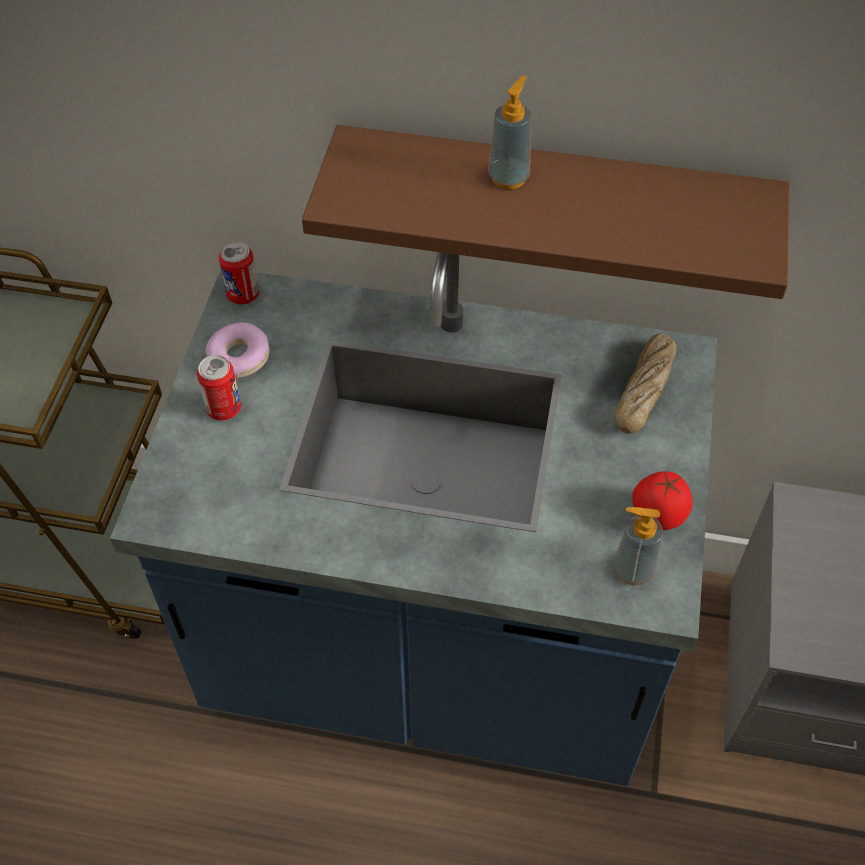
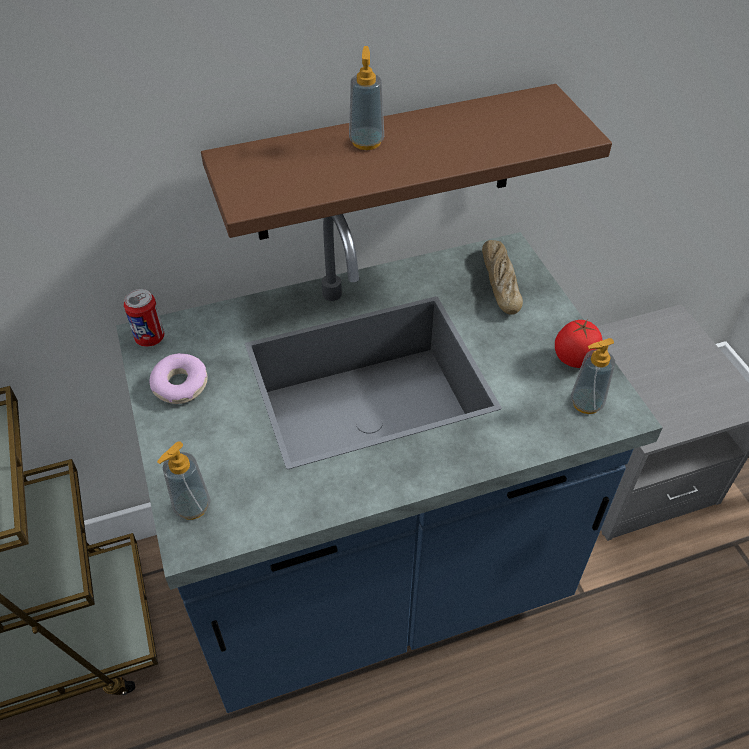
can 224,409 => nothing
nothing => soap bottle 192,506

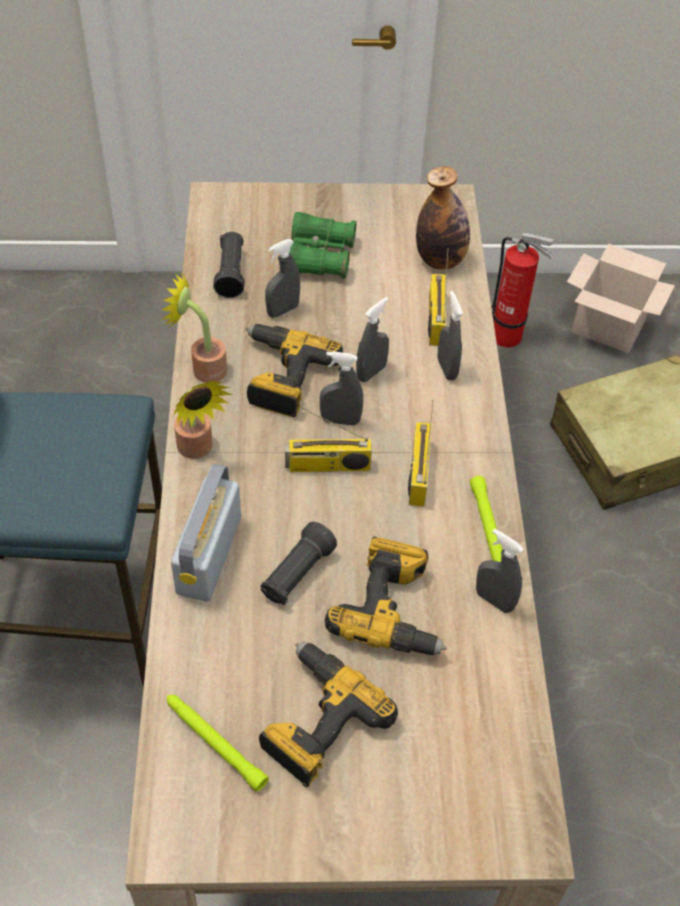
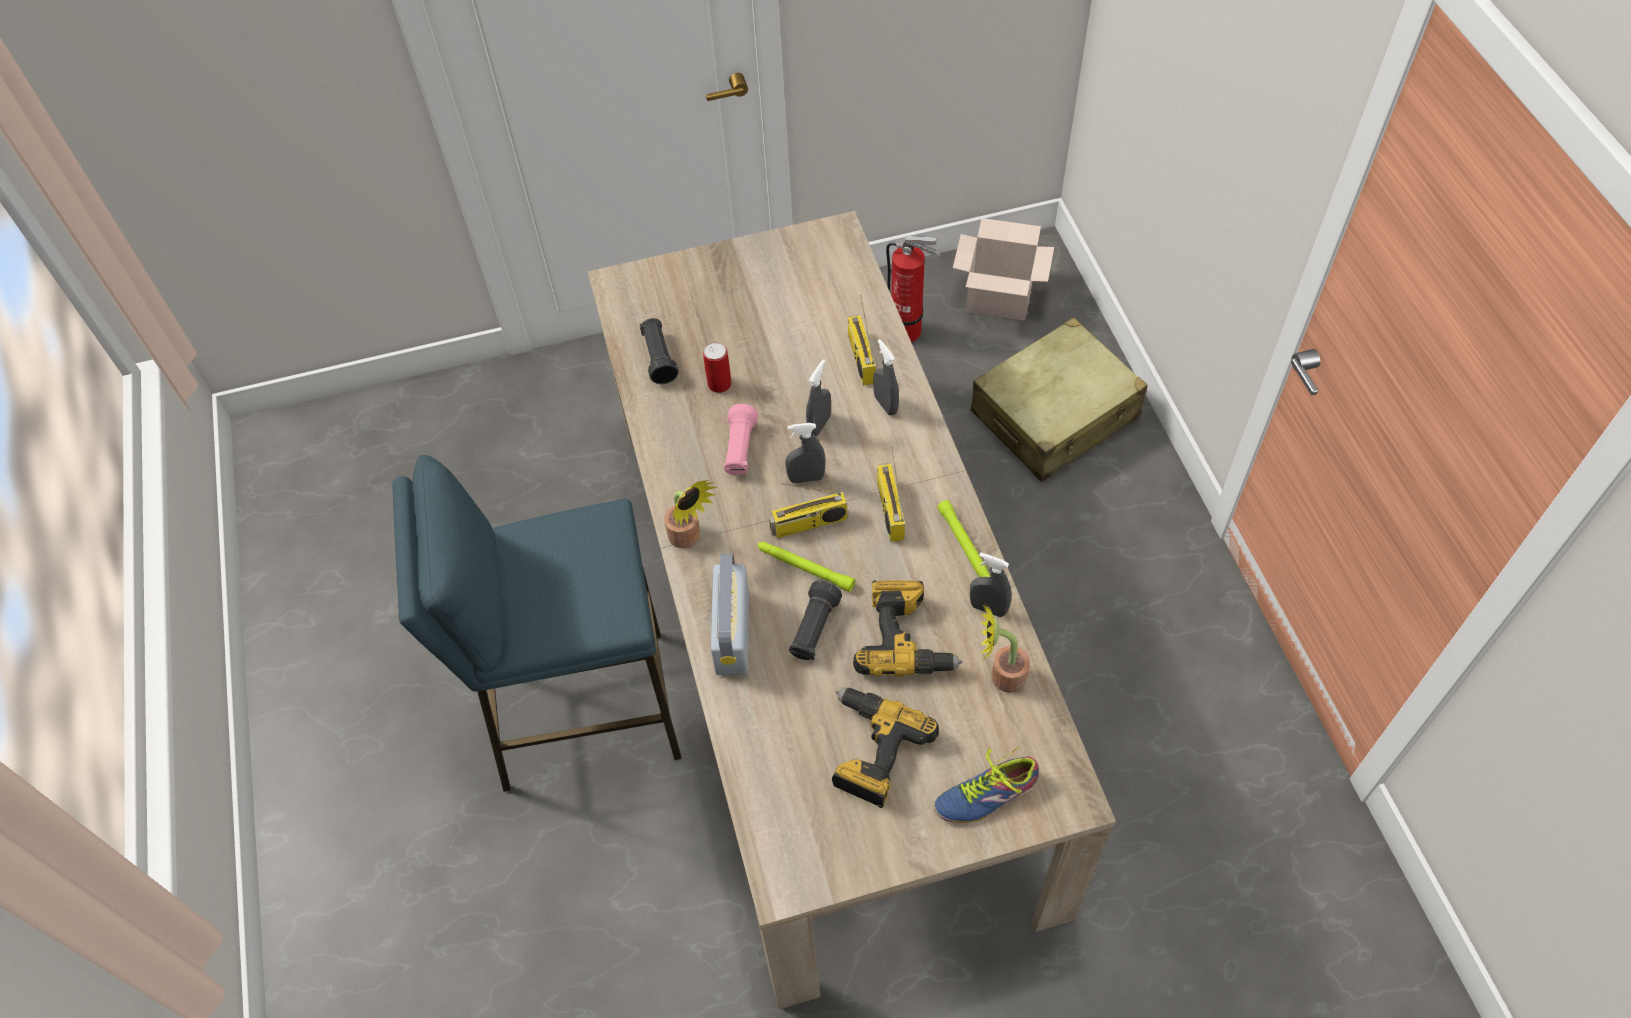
green field glasses 319,257 => nothing
bottle 440,260 => nothing
nothing => shoe 984,792
houseplant 203,368 => houseplant 1001,676, moved
green torch 214,743 => green torch 804,568, moved
power drill 281,377 => pink torch 740,450
grey spray bottle 283,310 => can 719,384

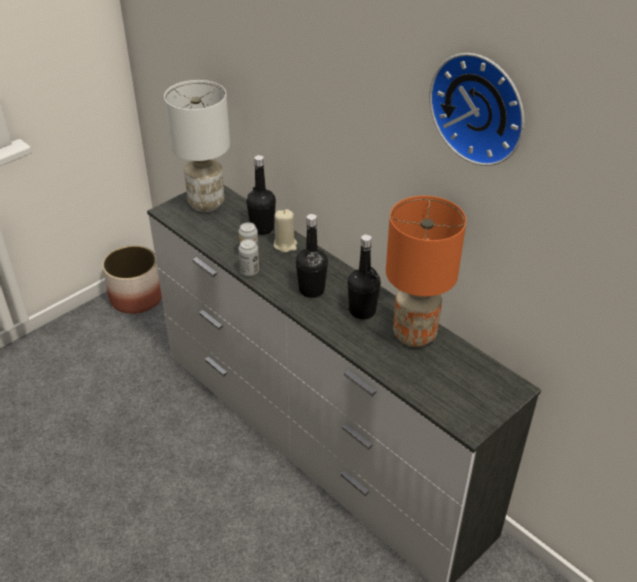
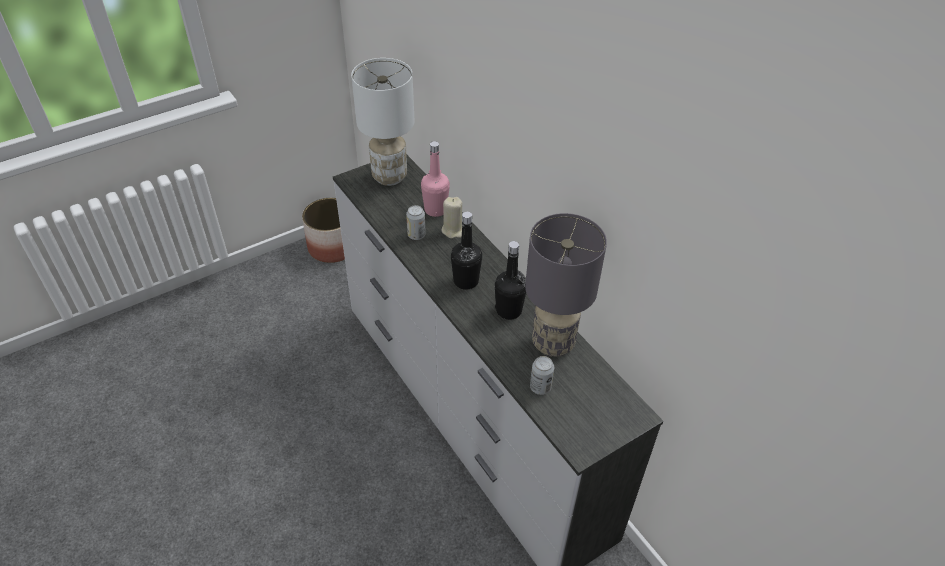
clock on the wall 481,107 => nothing
can 249,271 => can 540,387, moved
black bottle 262,228 => pink bottle 435,209
orangey tabletop lamp 413,335 => grey tabletop lamp 552,343

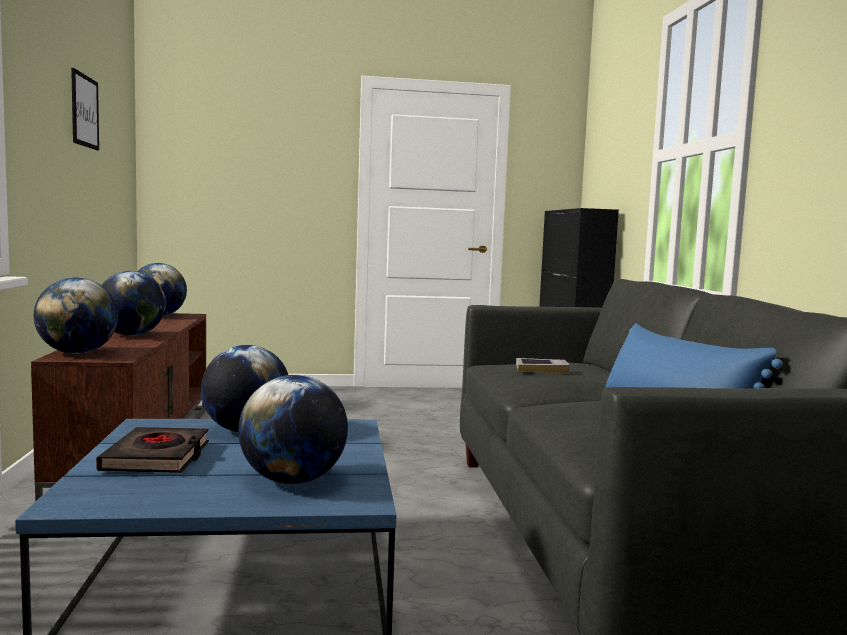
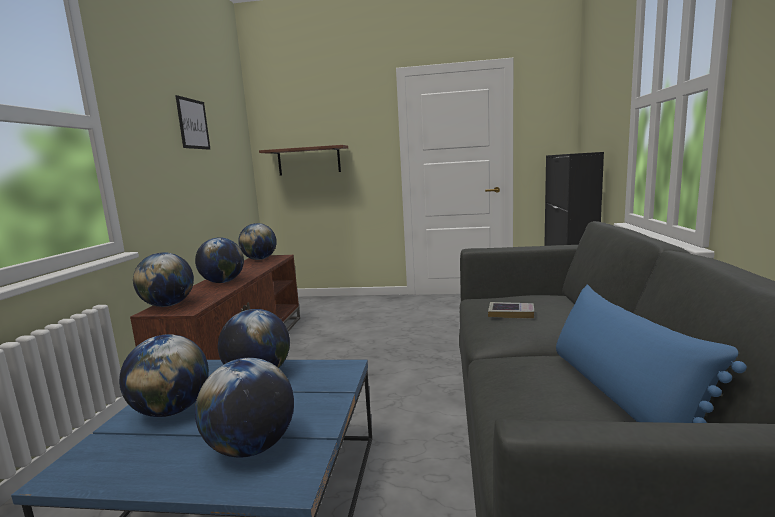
nothing => brownish wall shelf 309,161
black volume 157,458 => world globe 172,410

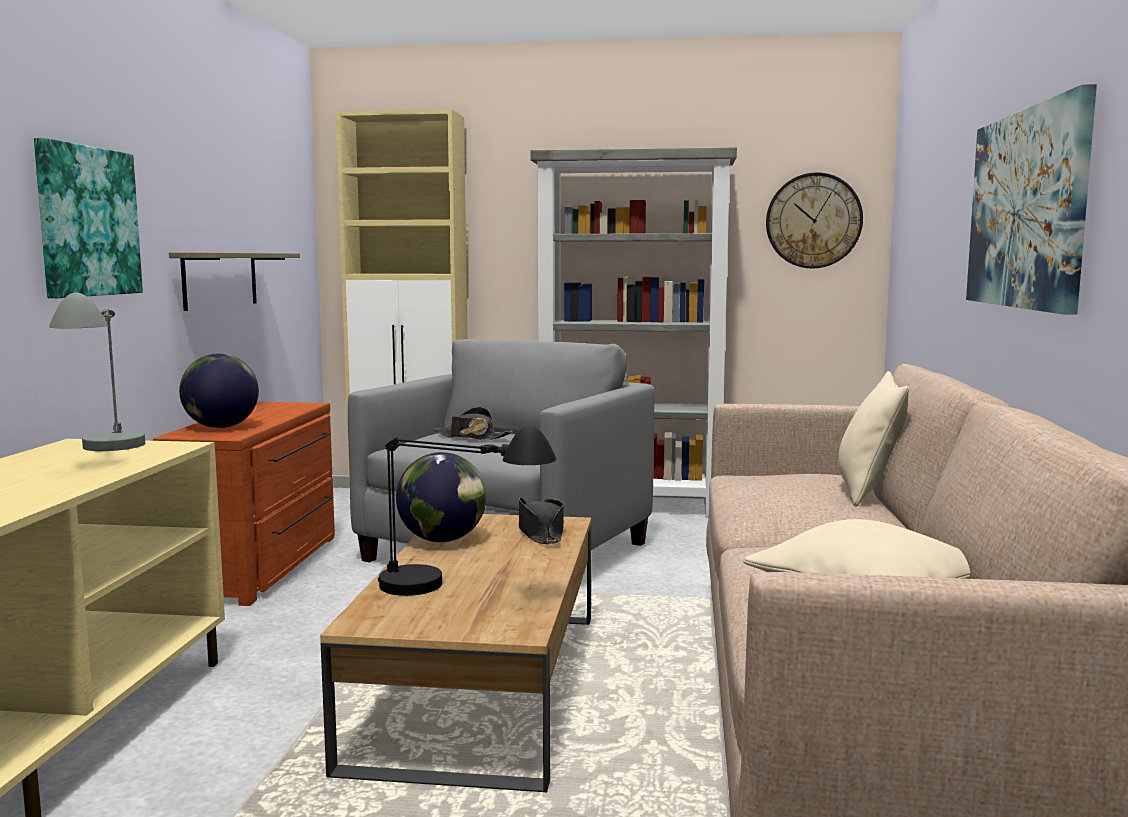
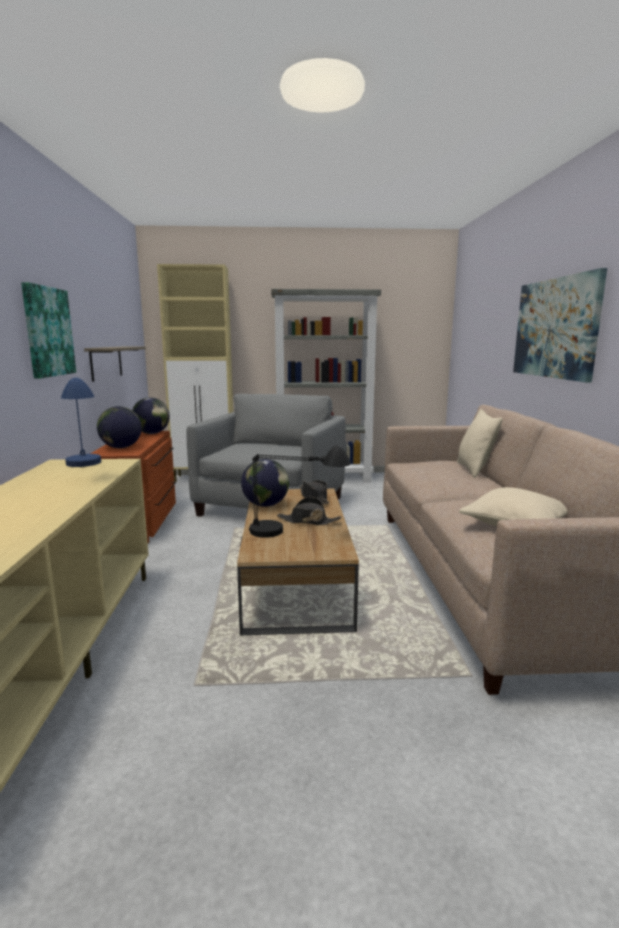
clock on the wall 813,221 => nothing
nothing => world globe 152,433
black wearable hat 472,437 => black wearable hat 308,521, moved
grey tabletop lamp 105,455 => blue-coloured tabletop lamp 85,469

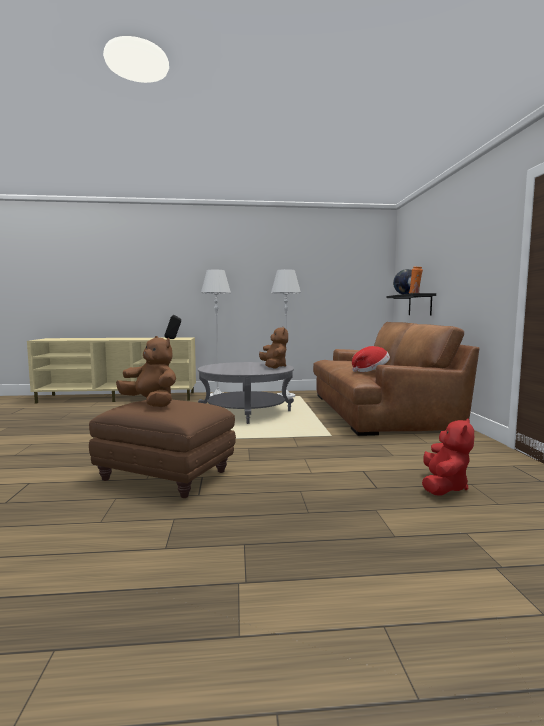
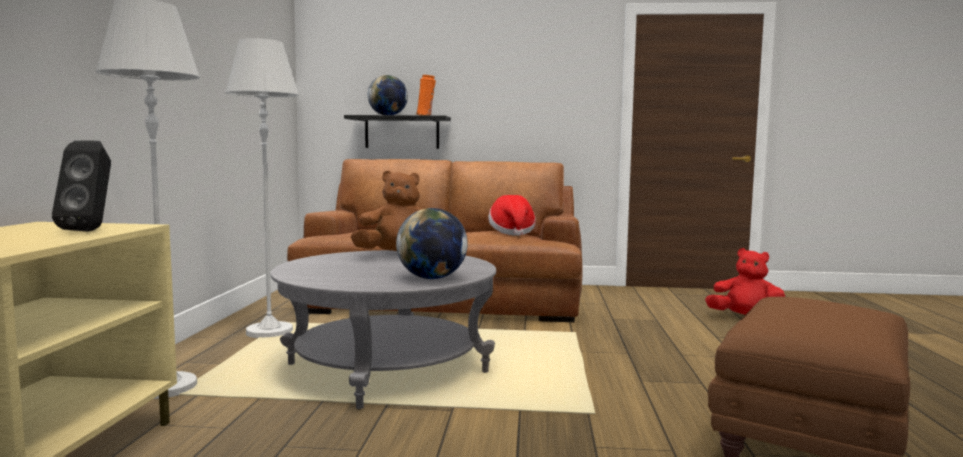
brownish cuddly toy 151,404 => nothing
nothing => world globe 432,278

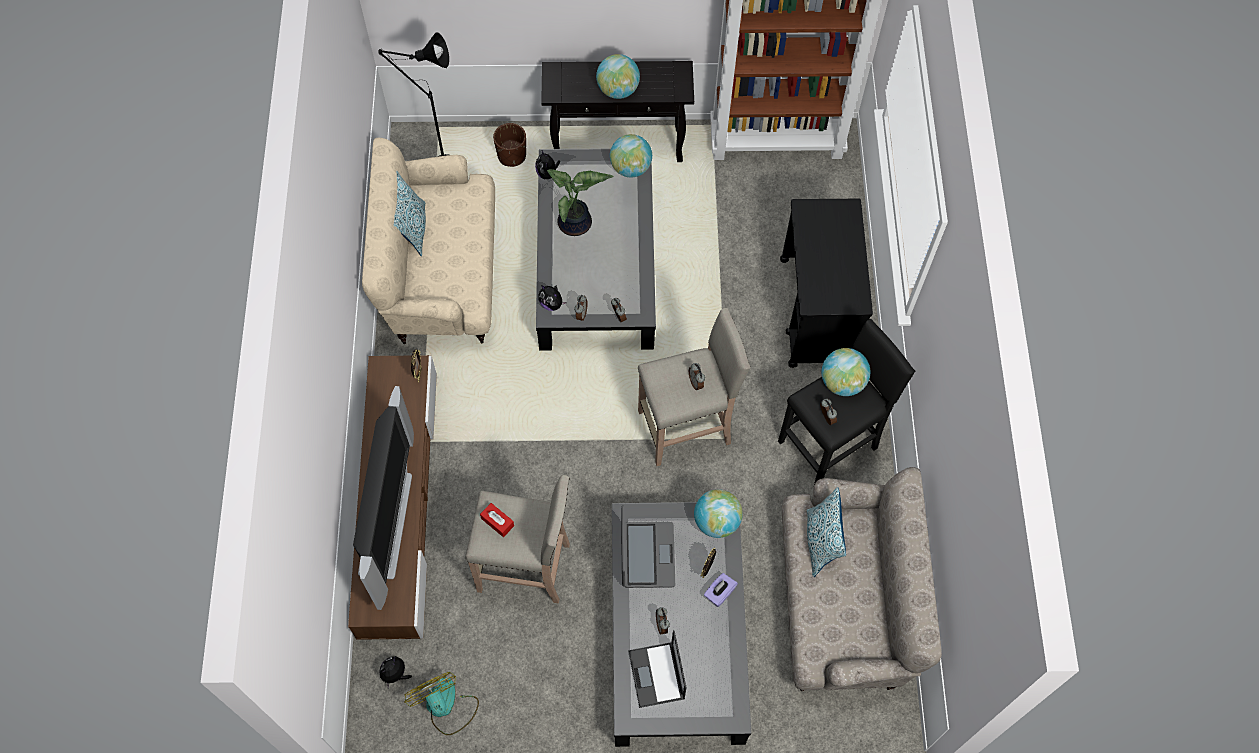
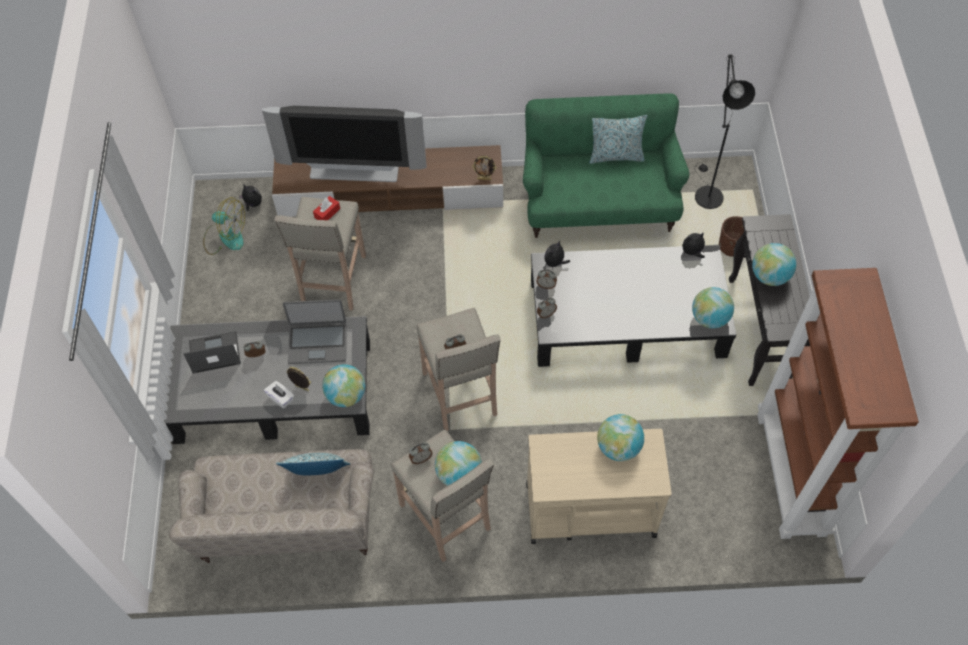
houseplant 576,225 => nothing
nothing => world globe 618,447
beige-coloured sofa 442,275 => green sofa 598,204
purple tissue holder 719,593 => whitish tissue holder 281,398
black stool 830,444 => beige-coloured stool 446,518
black trolley 816,312 => beige-coloured trolley 589,509
electric fan 445,706 => electric fan 225,237, 45 degrees clockwise

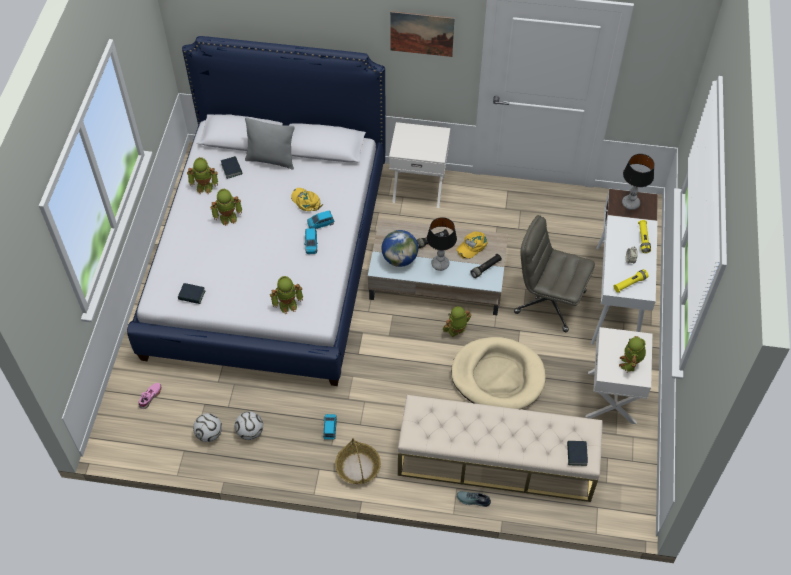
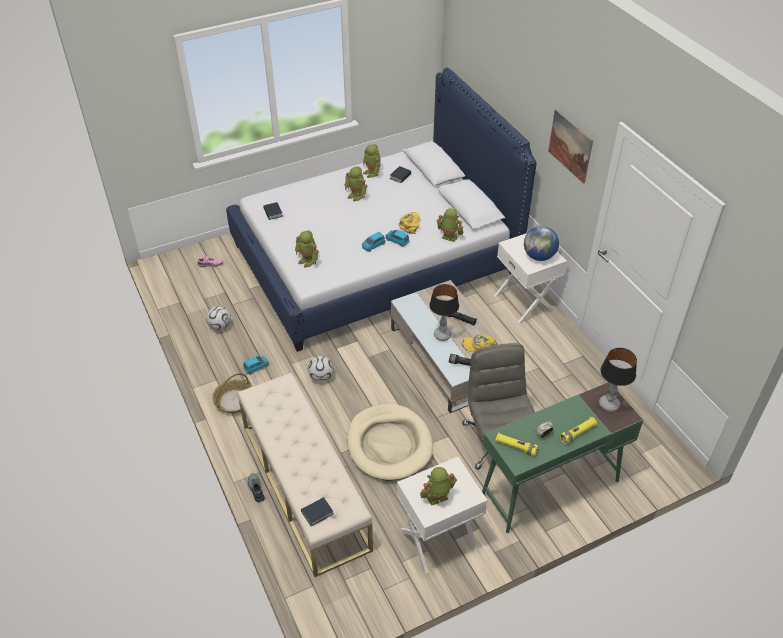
grey throw pillow 271,160 => nothing
football ball 209,434 => football ball 321,377, moved
world globe 399,259 => world globe 539,256, moved
robot figure 456,331 => robot figure 448,238, moved
whitish desk table 616,297 => green desk table 549,488

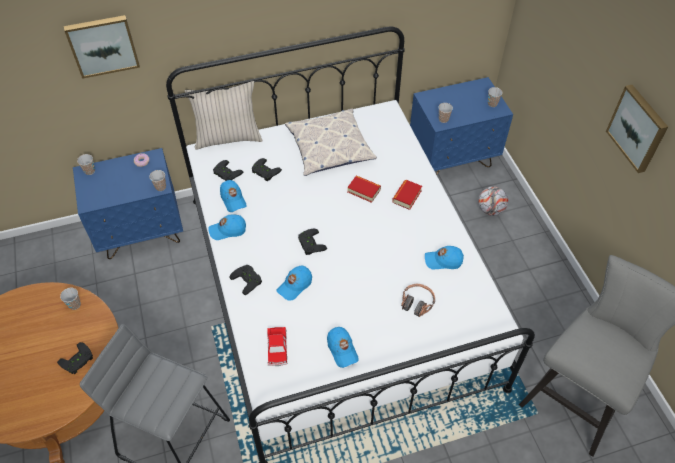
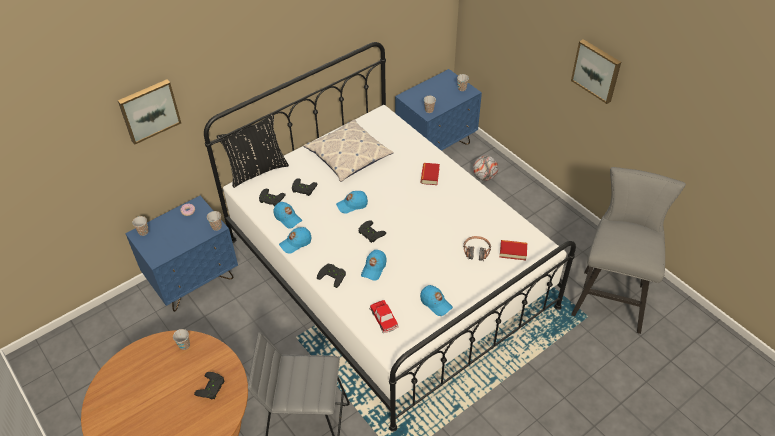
volume 364,191 => volume 513,252, moved
blue-coloured cap 443,261 => blue-coloured cap 352,205, moved
beige-coloured throw pillow 228,138 => black throw pillow 257,171

